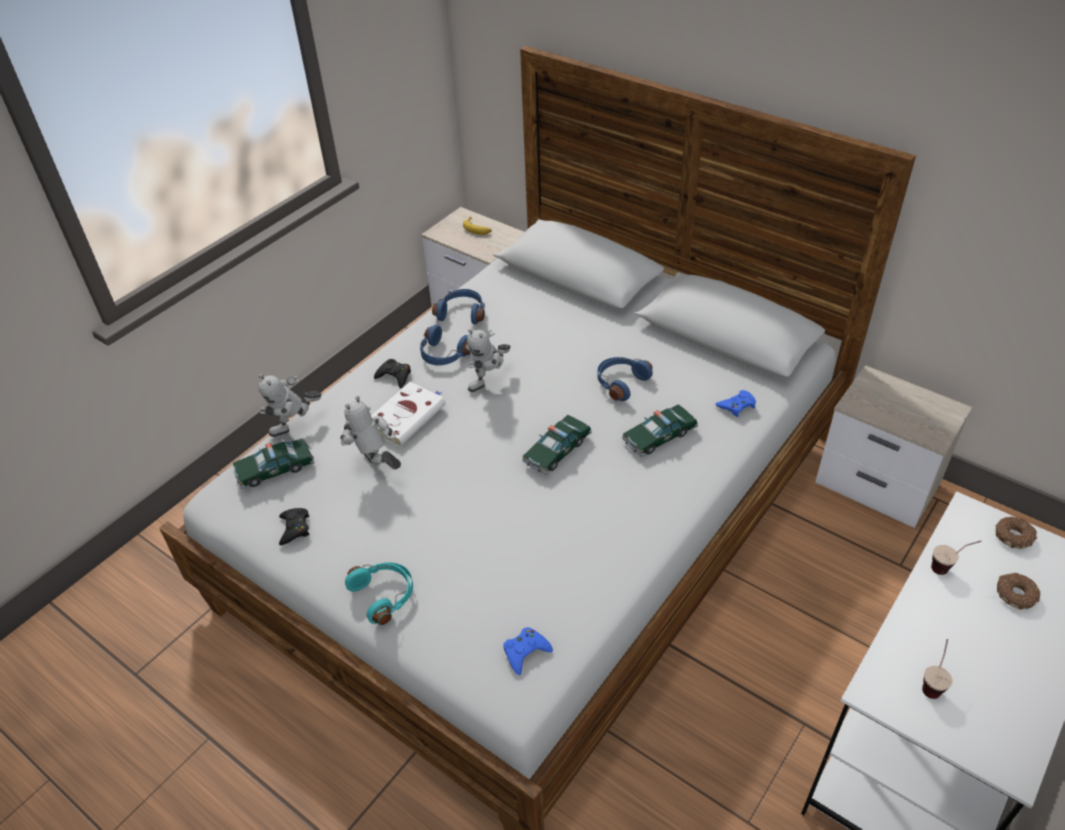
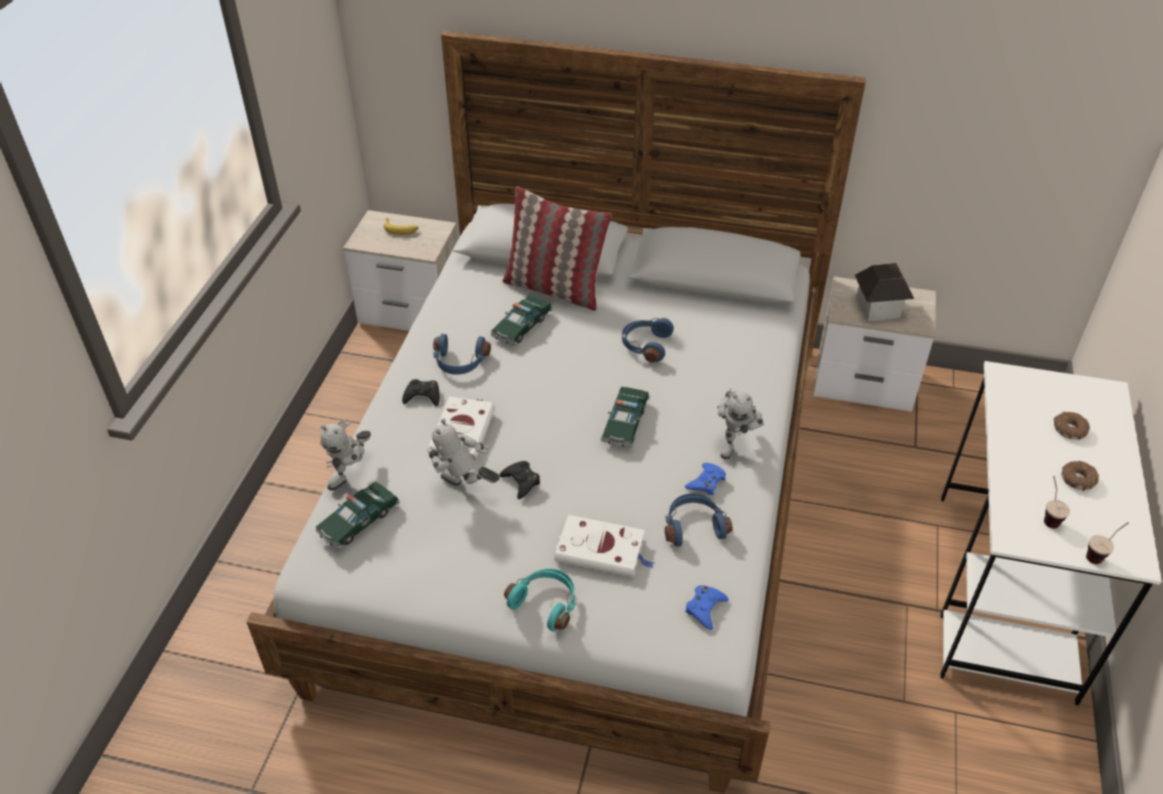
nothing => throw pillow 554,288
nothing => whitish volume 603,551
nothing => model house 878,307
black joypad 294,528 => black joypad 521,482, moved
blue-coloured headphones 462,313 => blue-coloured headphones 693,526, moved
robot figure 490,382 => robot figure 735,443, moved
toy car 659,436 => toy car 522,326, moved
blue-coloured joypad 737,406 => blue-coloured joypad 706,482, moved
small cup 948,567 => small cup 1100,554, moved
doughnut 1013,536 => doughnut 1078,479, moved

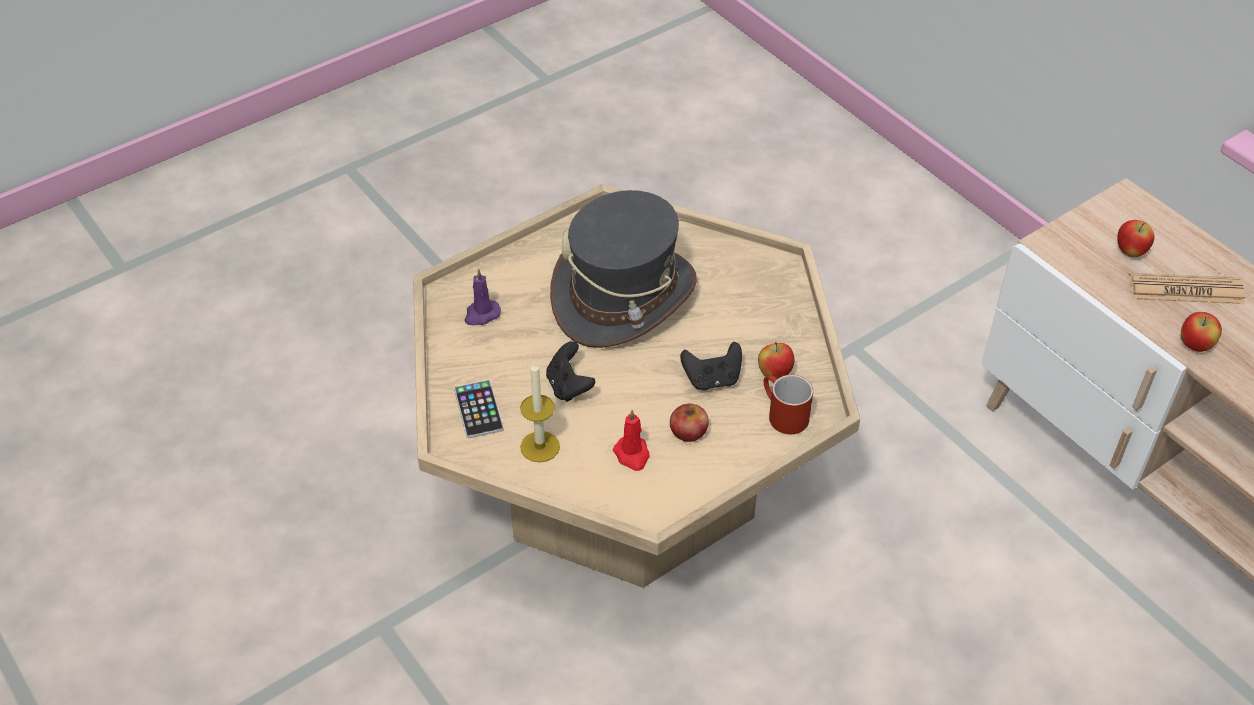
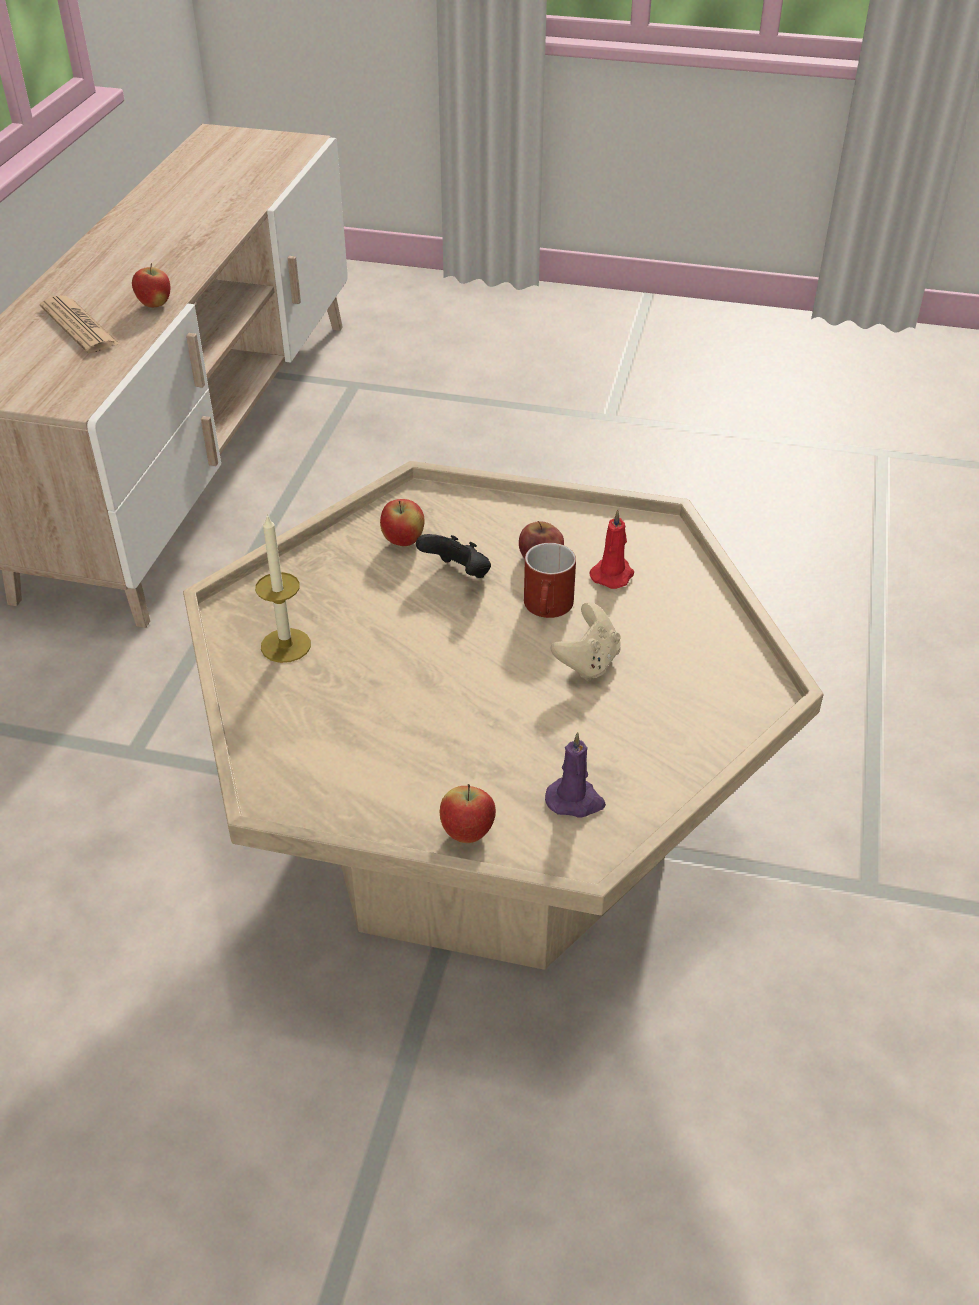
handset 478,410 => nothing
grey wearable hat 624,296 => nothing
wax light 540,446 => wax light 285,645, moved
red coffee mug 781,415 => red coffee mug 549,609, moved
apple fruit 1130,252 => apple fruit 467,833, moved
black joypad 569,386 => beige-coloured joypad 587,662

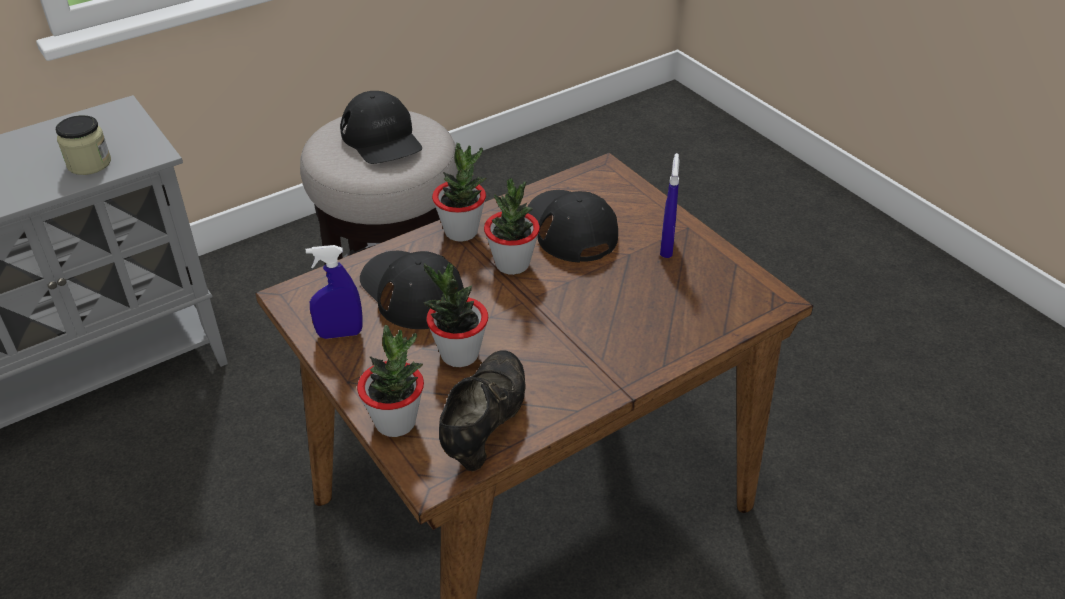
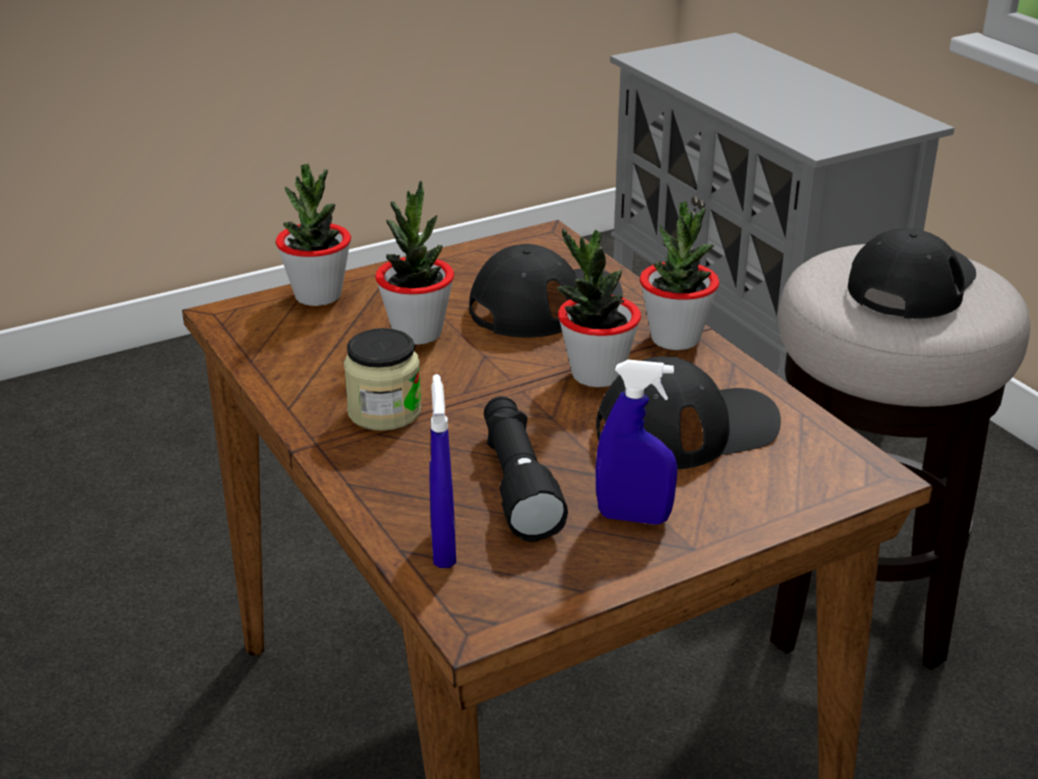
black shoe 485,425 => nothing
nothing => black torch 517,482
storage jar 89,163 => storage jar 384,412, moved
blue-coloured spray bottle 340,334 => blue-coloured spray bottle 443,549, moved
black cap 382,138 => black cap 912,284, 150 degrees clockwise

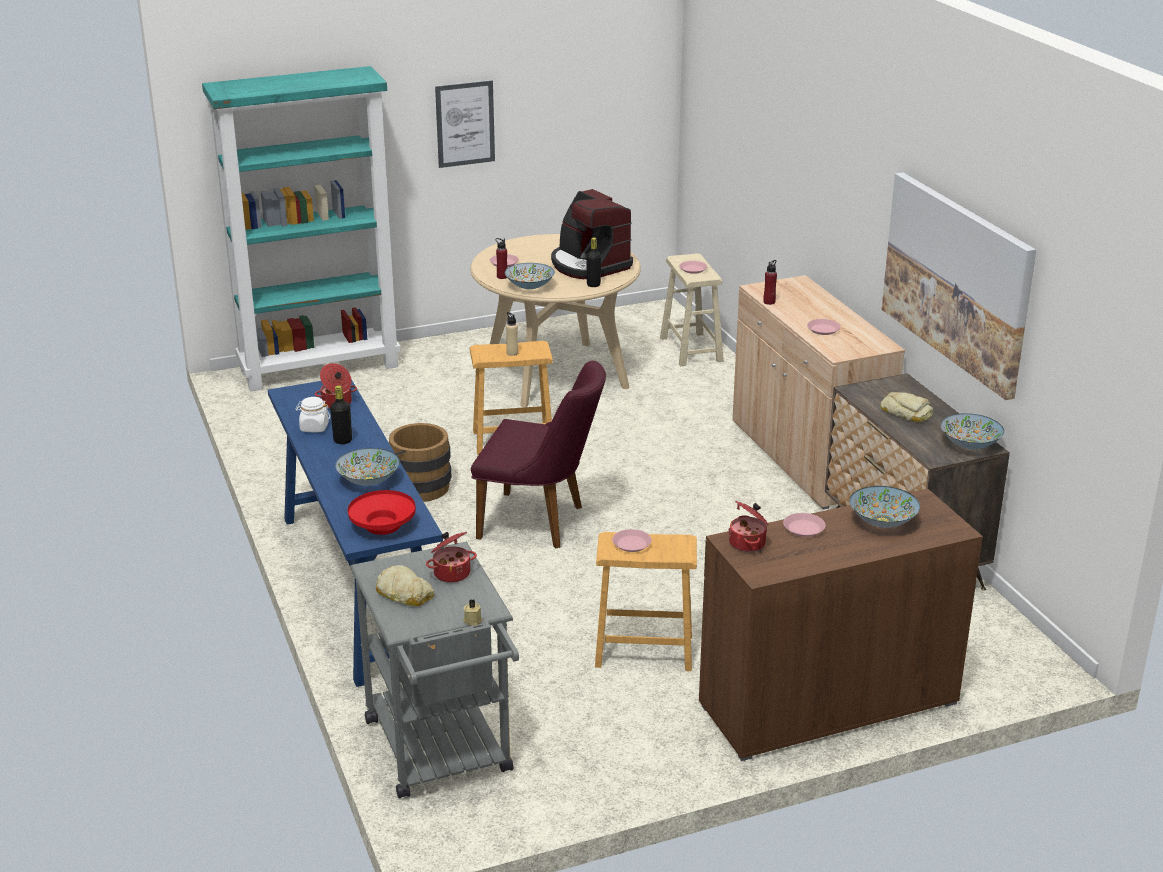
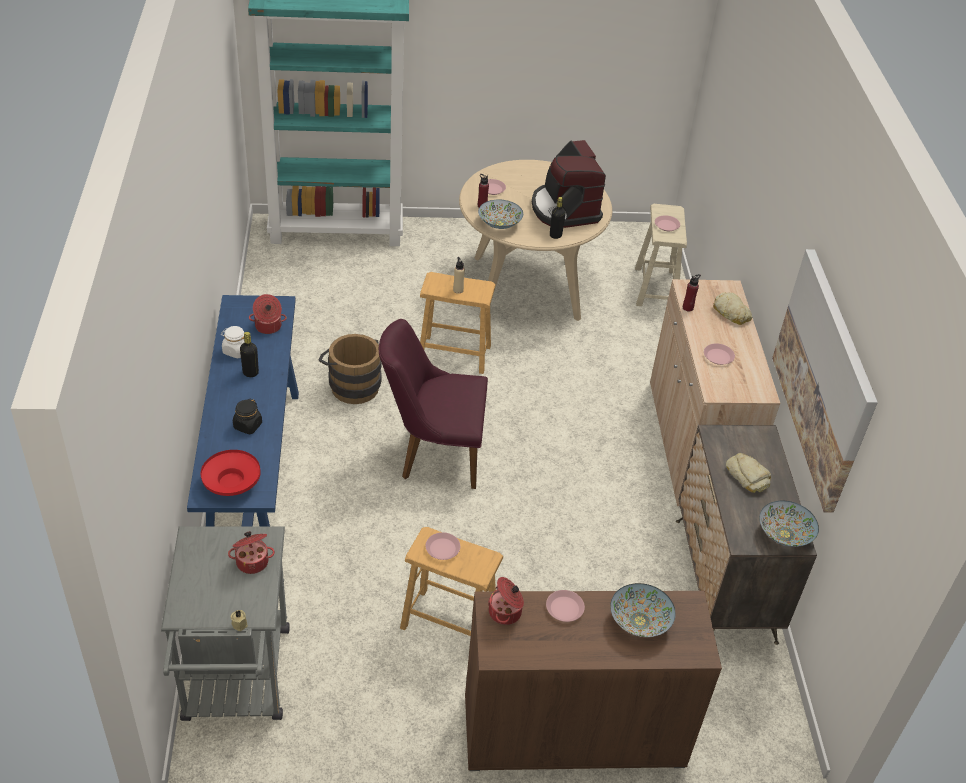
wall picture 465,124 => nothing
bread 404,593 => bread 731,312, moved
serving bowl 368,480 => black storage jar 247,426
purple plain chair 541,522 => purple plain chair 433,454, 150 degrees clockwise

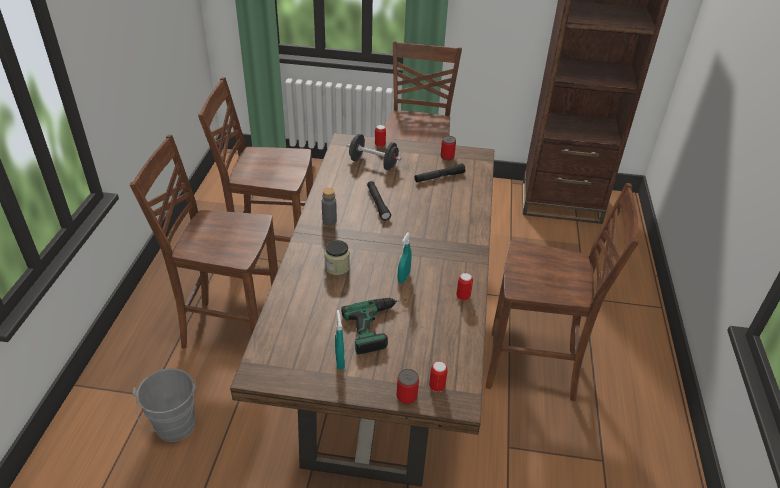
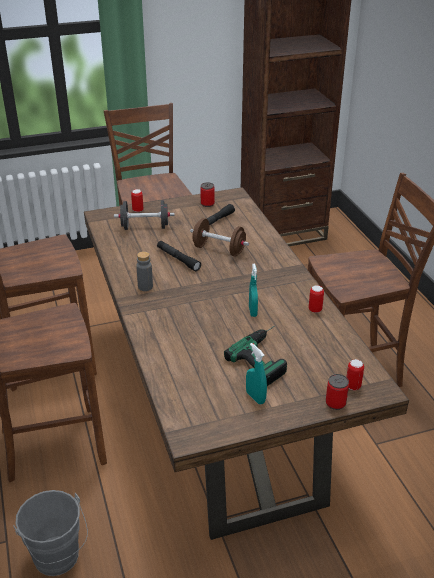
storage jar 337,267 => nothing
nothing => brownish dumbbell 219,250

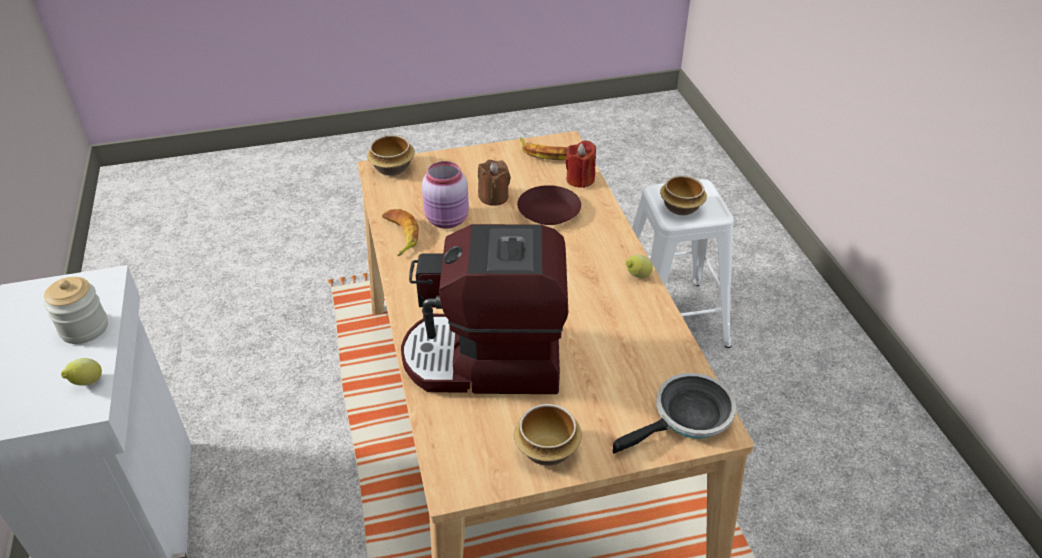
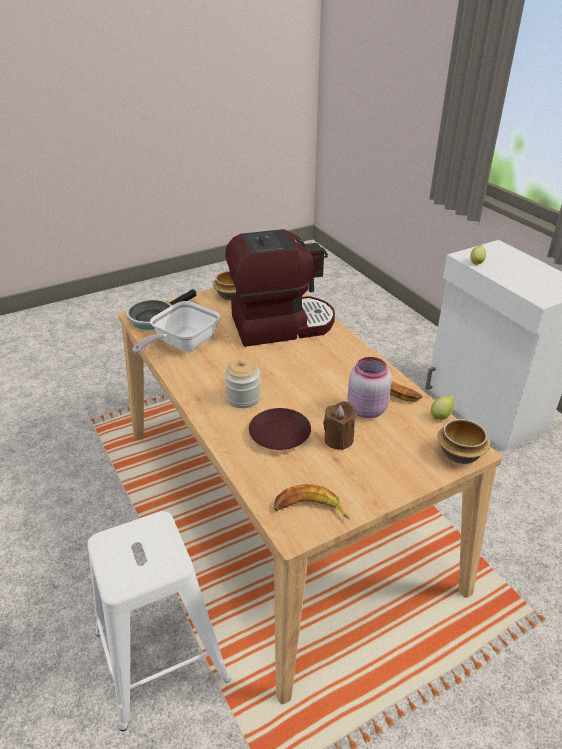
red wax light 580,179 => nothing
serving bowl 681,207 => nothing
nothing => pan 182,345
storage jar 84,328 => storage jar 243,398, moved
lemon 637,276 => lemon 441,416, moved

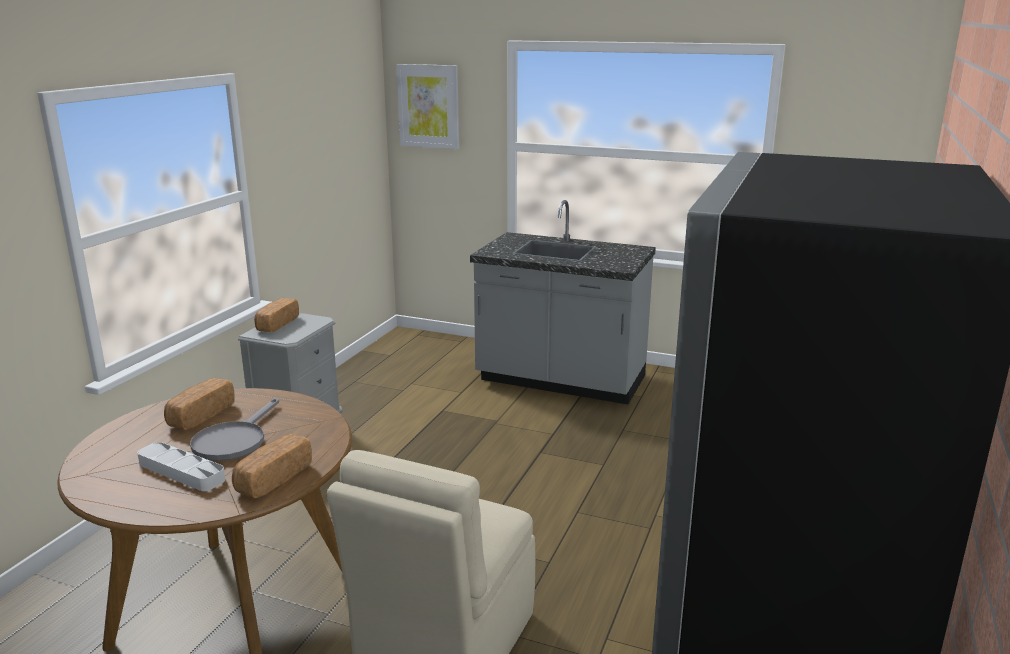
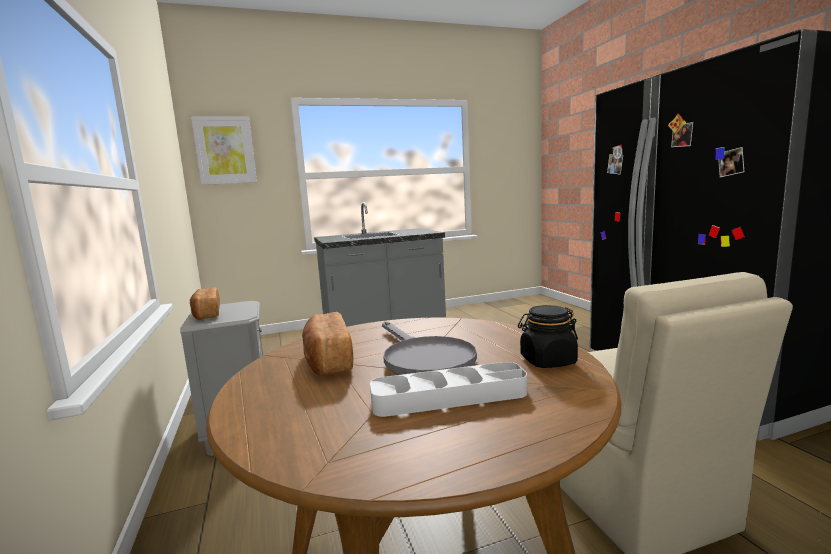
bread 273,479 => black storage jar 547,361

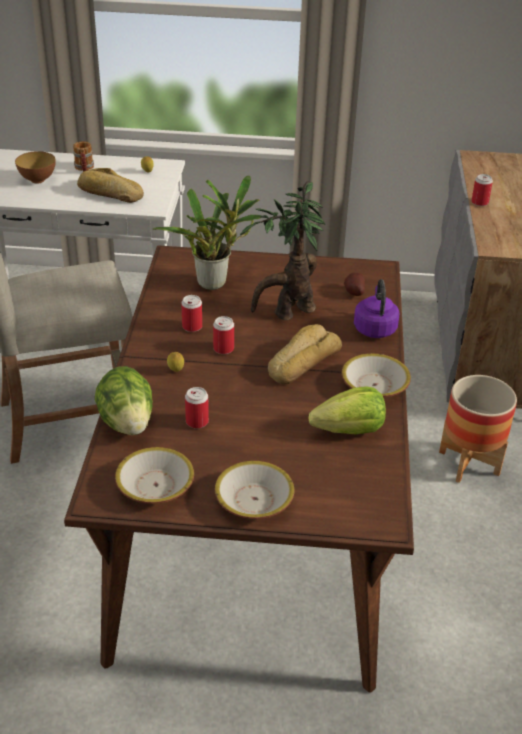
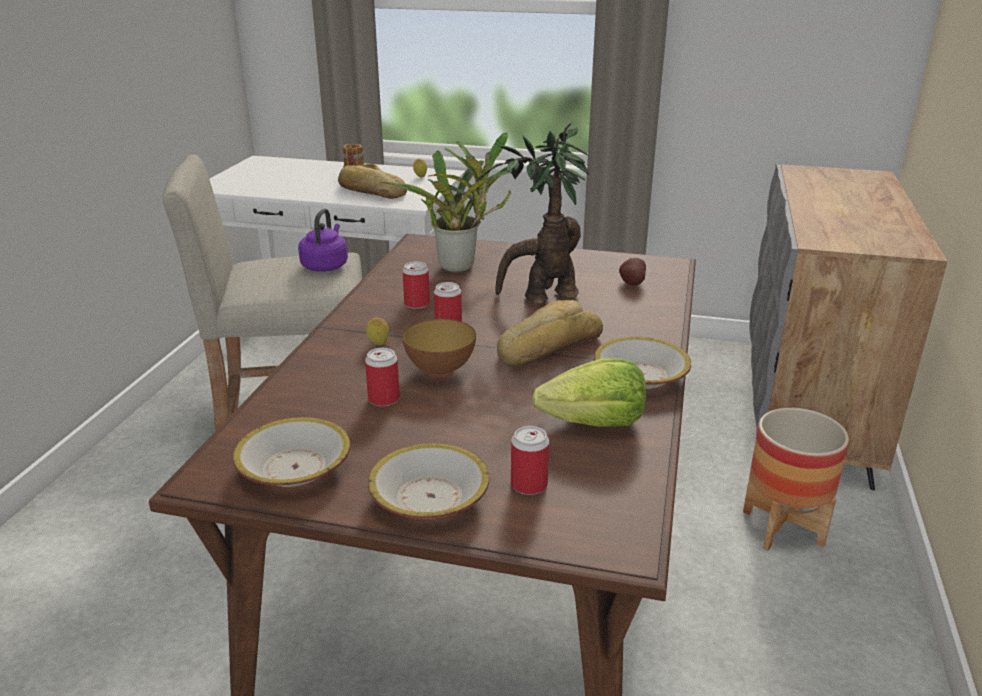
lettuce 127,423 => nothing
serving bowl 37,180 => serving bowl 440,371, moved
purple tea kettle 374,328 => purple tea kettle 325,265, moved
can 479,202 => can 529,485, moved

